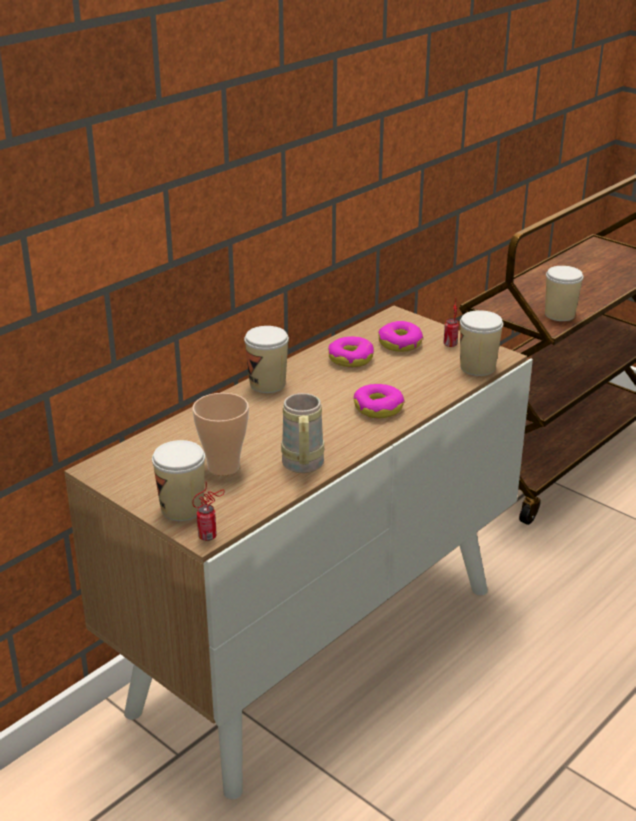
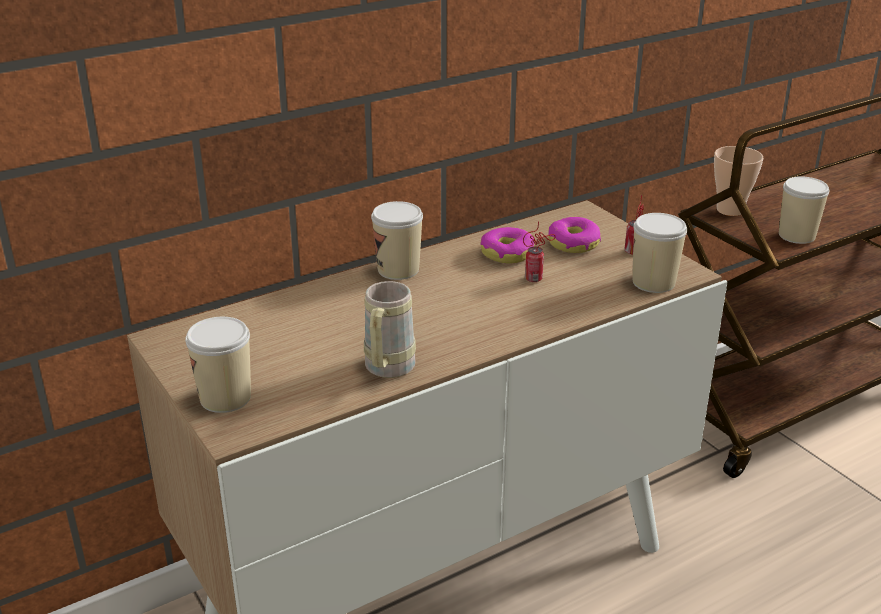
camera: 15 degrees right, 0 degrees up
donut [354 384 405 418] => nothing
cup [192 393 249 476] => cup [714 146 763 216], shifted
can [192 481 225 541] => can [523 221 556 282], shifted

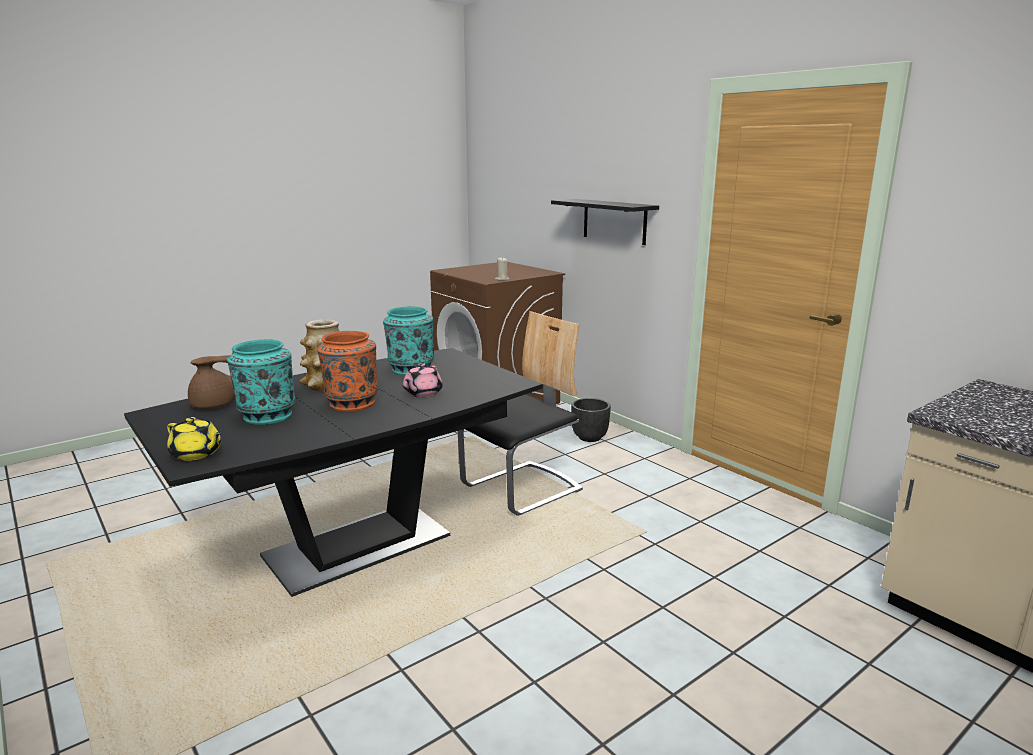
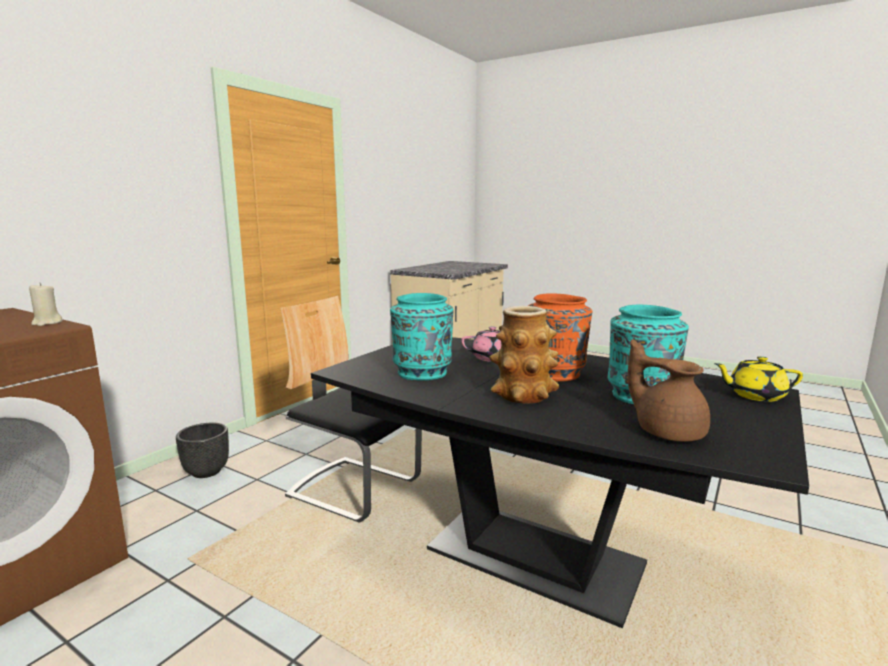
camera: 110 degrees left, 5 degrees down
black shelf [551 199 659 245] => nothing
yellow teapot [167 417 222 461] => yellow teapot [714 356 803 402], 90 degrees counterclockwise

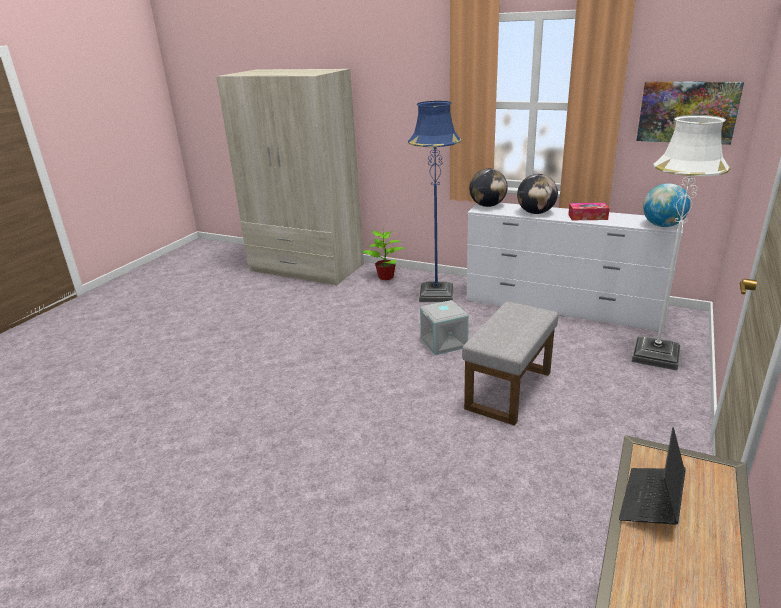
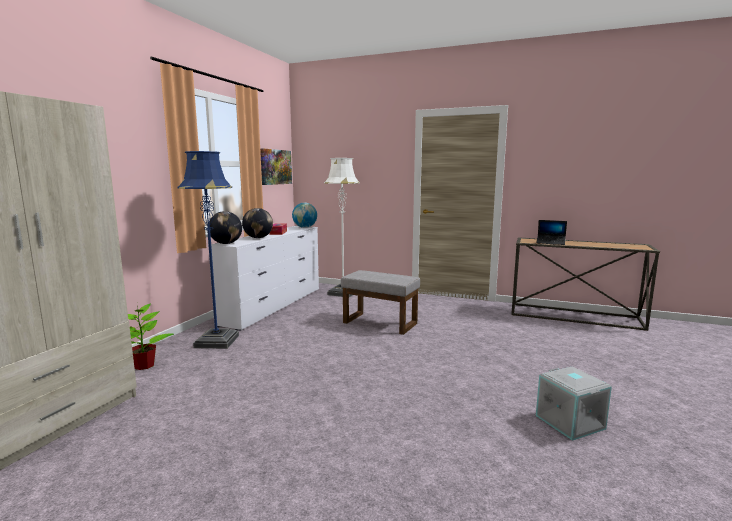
camera: 95 degrees left, 15 degrees down
grey storage box [420 300 469 355] => grey storage box [536 366 612 441], shifted

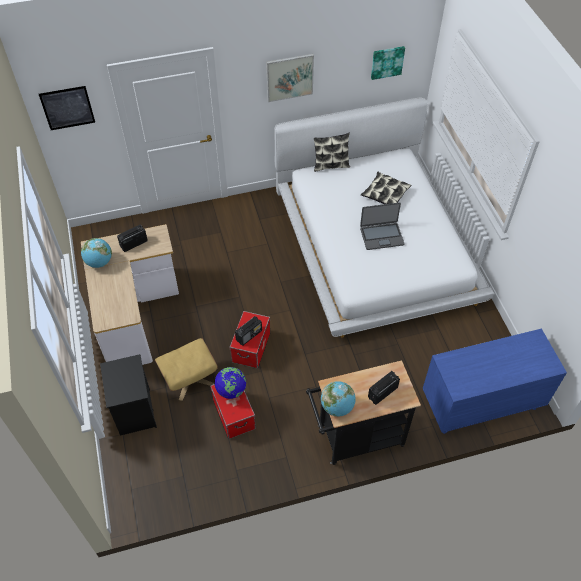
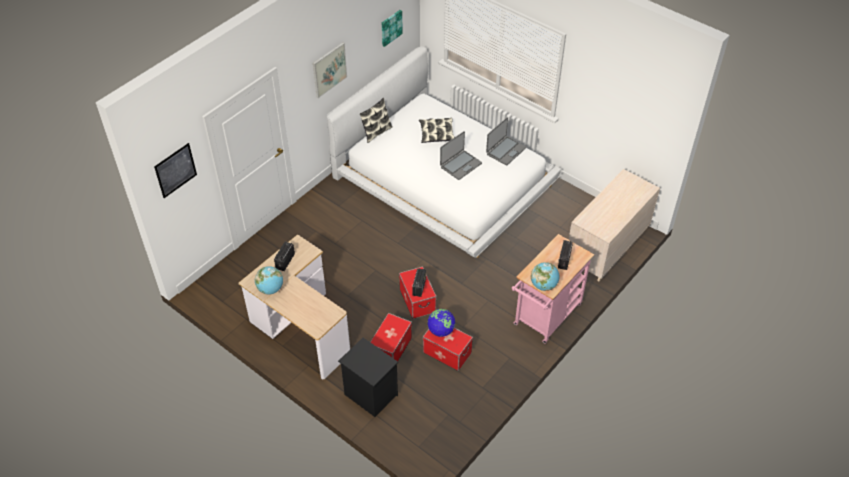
camera: 35 degrees left, 5 degrees down
blue dresser [423 329 567 434] => beige dresser [569 169 660 282]
beige ottoman [155 338 218 401] => storage box [370 313 412 361]
black cart [306 360 421 465] => pink cart [512 234 594 344]
nothing => laptop [486 117 526 165]

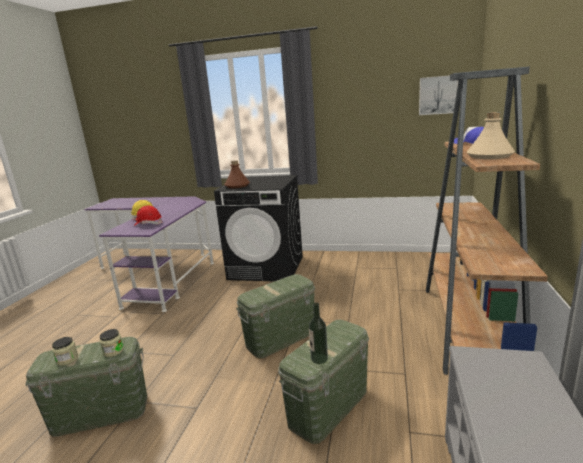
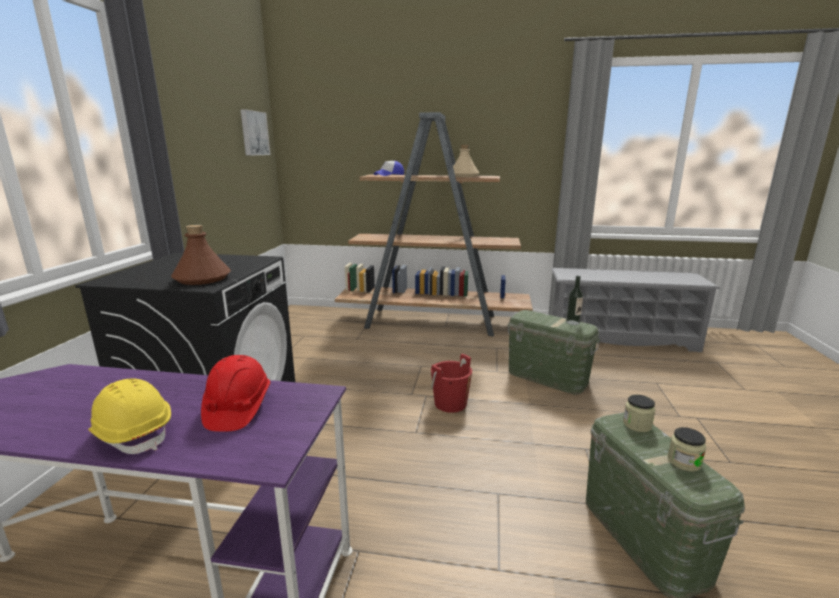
camera: 95 degrees left, 0 degrees up
green storage box [236 274 315 358] => red bucket [431 354 472 413]

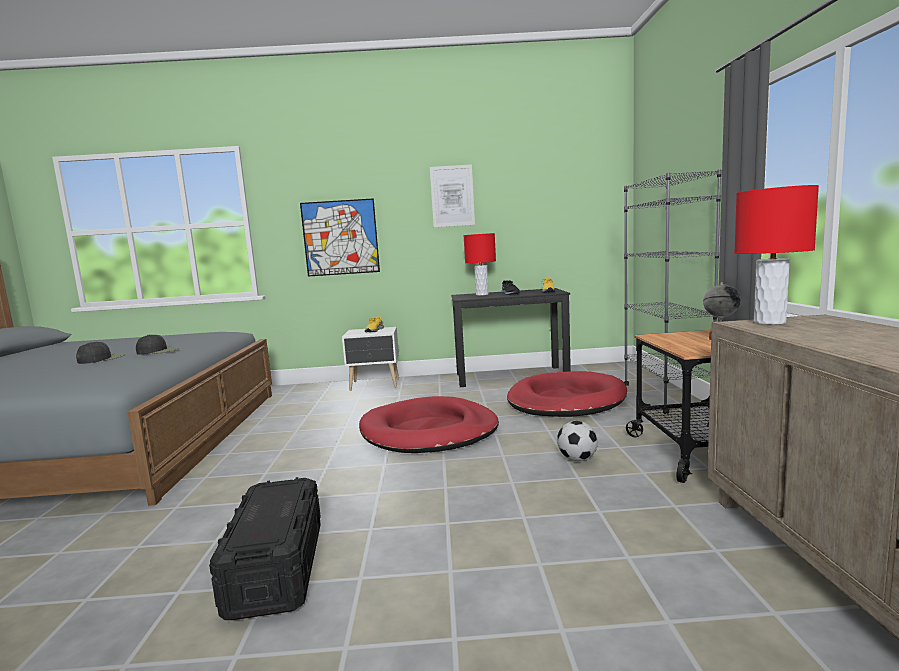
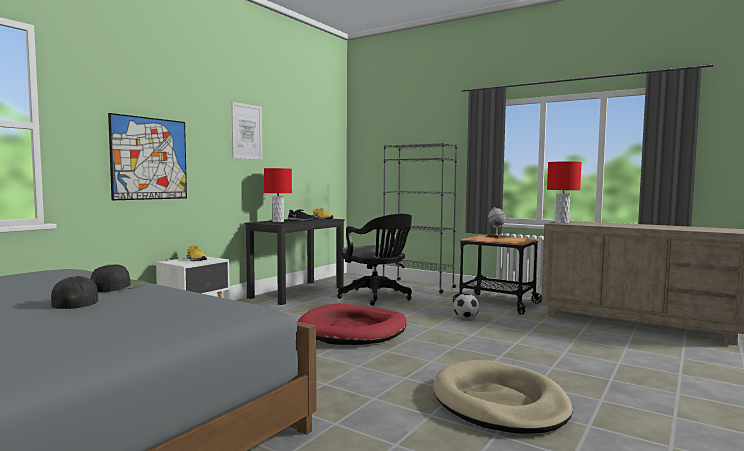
camera: 55 degrees left, 5 degrees down
red dog bed [507 371 627 417] => black office chair [337 214 412 306]
black storage box [209 477 321 620] => beige dog bed [433 360 573 434]

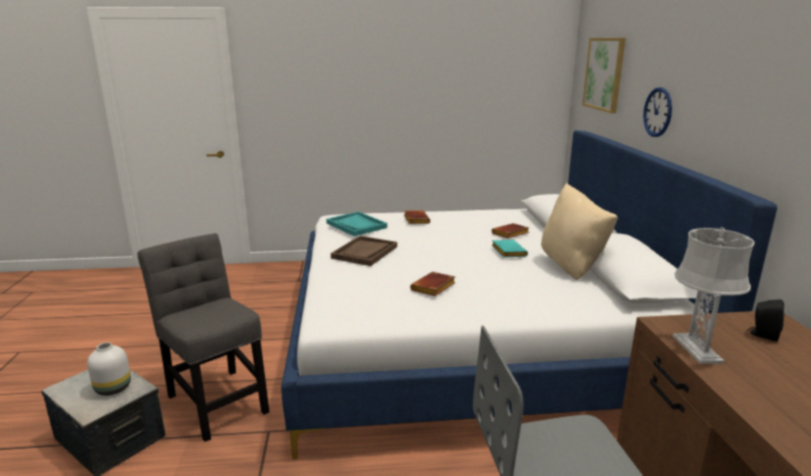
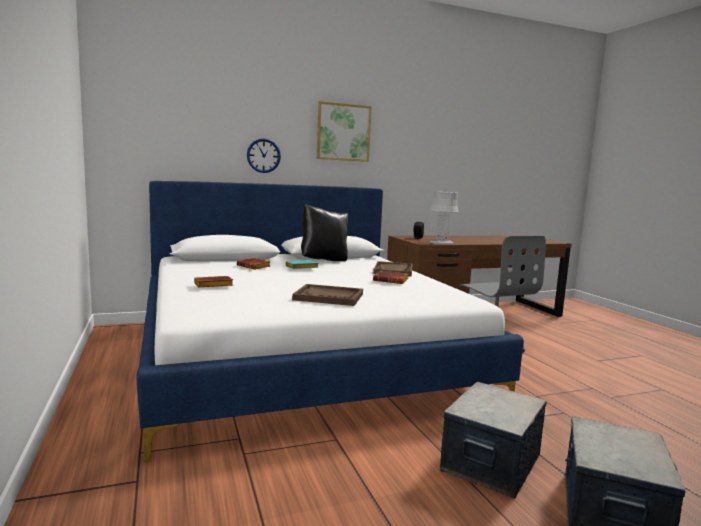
camera: 105 degrees left, 10 degrees down
picture [582 38 626 113] => picture [317 101 372 162], shifted
beige pillow [541 183 618 280] => black pillow [301 204 348 261]
turquoise tray [326 212 387 236] => nothing
grey chair [138 233 269 442] => storage box [440 382 547 499]
white vase [87 342 131 396] => nothing
nothing => brown tray [373 261 413 277]

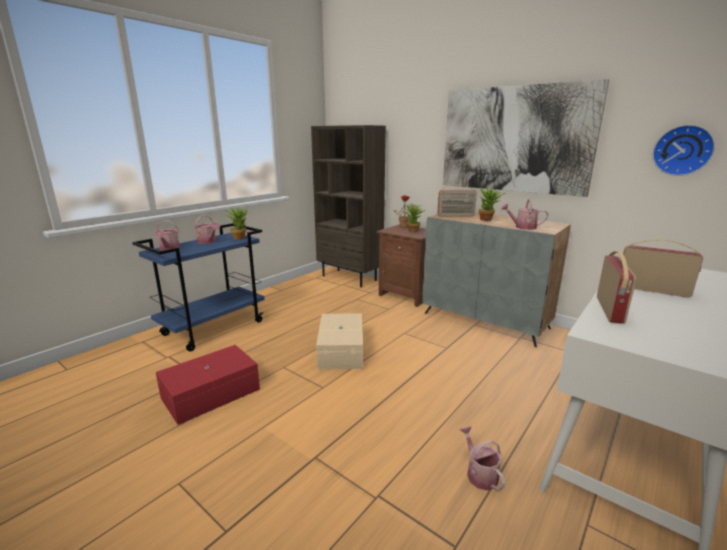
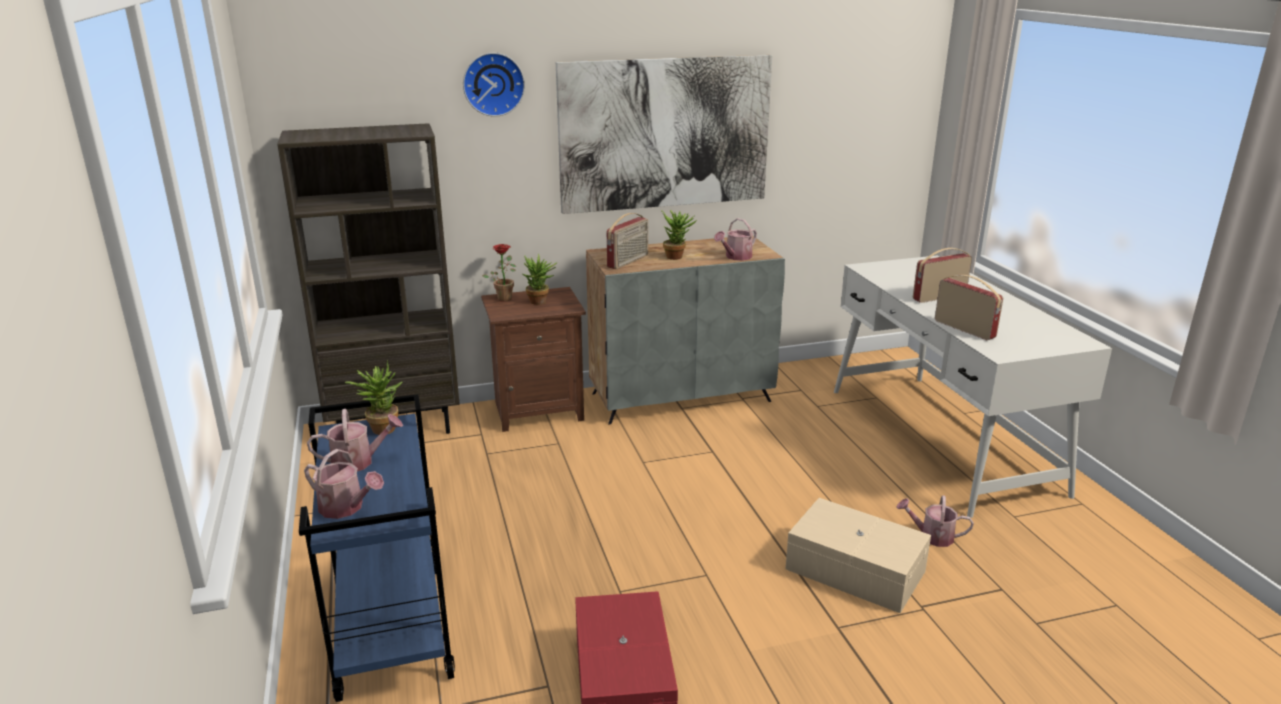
camera: 55 degrees left, 5 degrees up
wall clock [653 125 715 176] => wall clock [463 53 525 117], shifted
beige storage box [316 313 363 370] => beige storage box [785 498 931 613], shifted

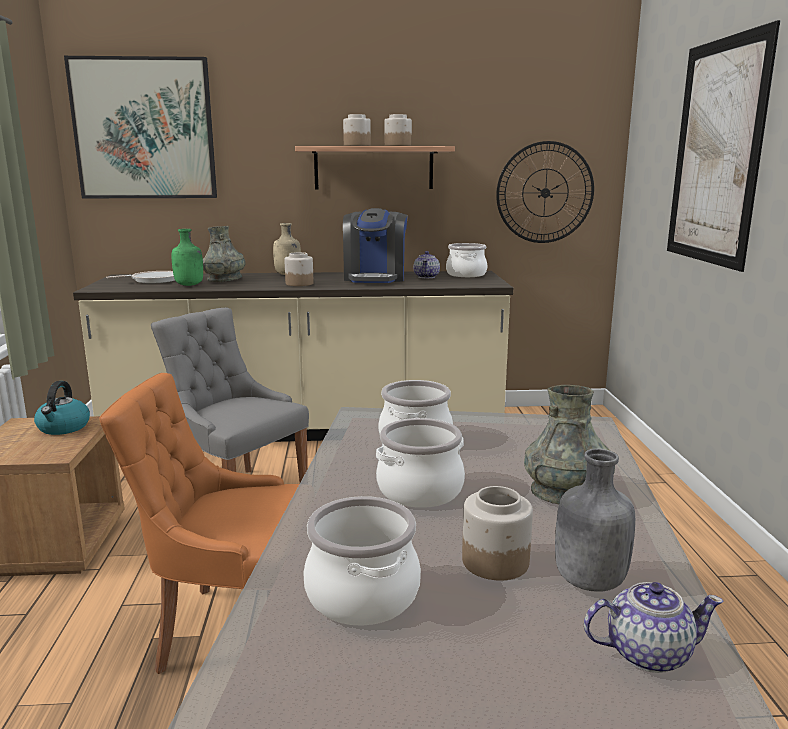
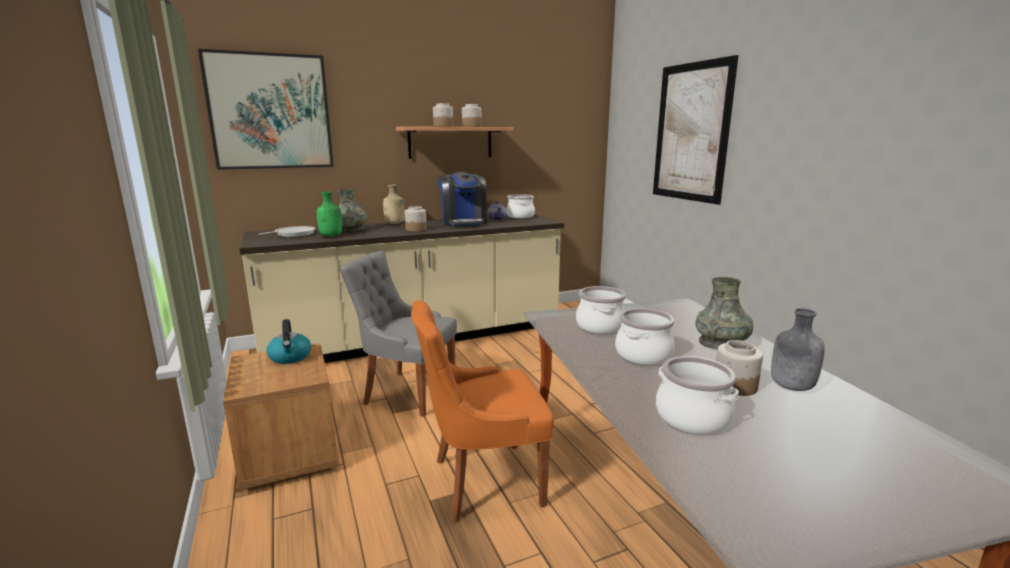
camera: 20 degrees left, 0 degrees up
wall clock [496 141 594 243] => nothing
teapot [584 582 724 673] => nothing

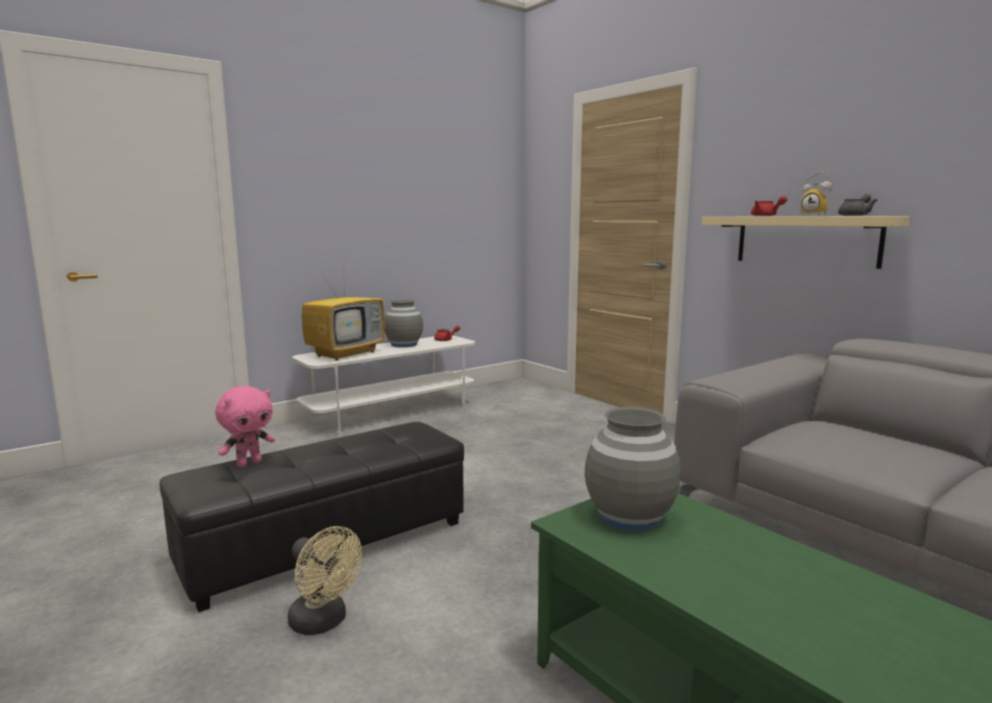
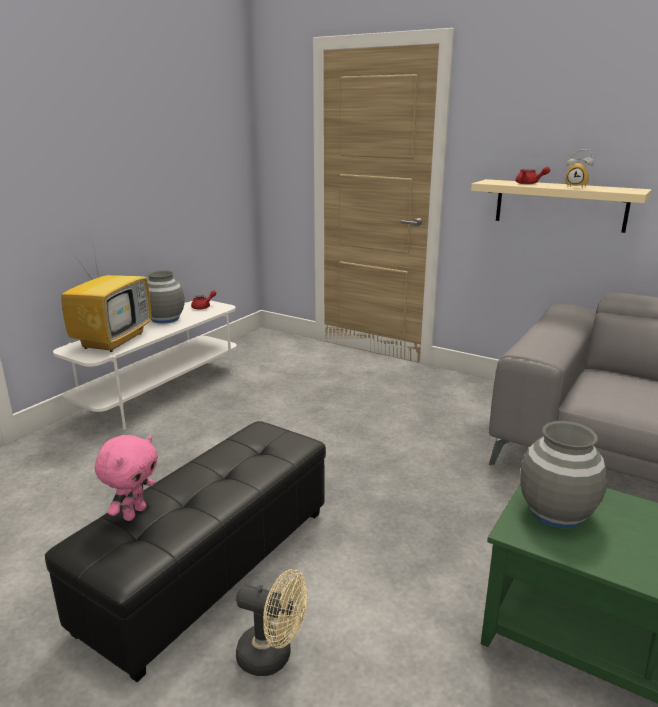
camera: 20 degrees left, 10 degrees up
grey teapot [838 194 877 216] => nothing

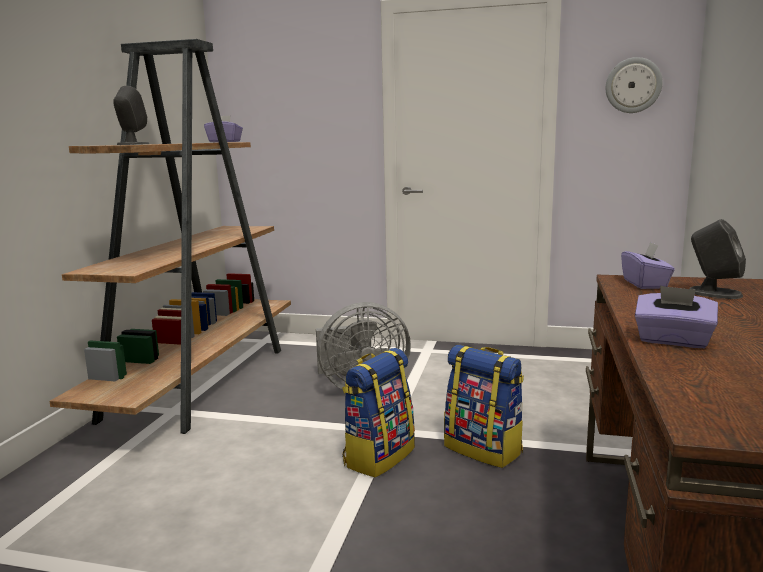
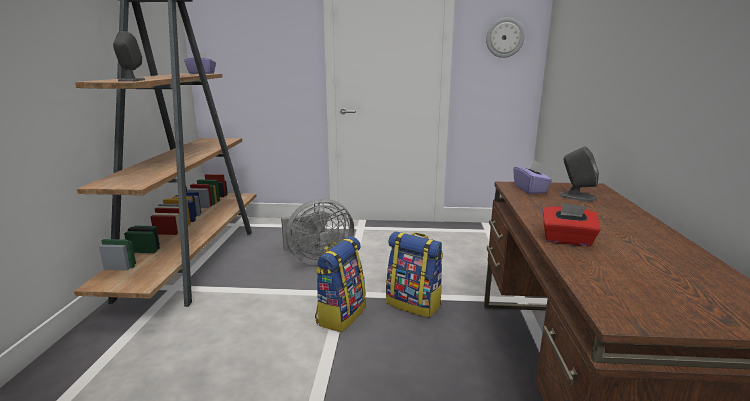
camera: 10 degrees left, 5 degrees up
purple tissue box [635 285 718 348] => red tissue box [542 203 601 246]

